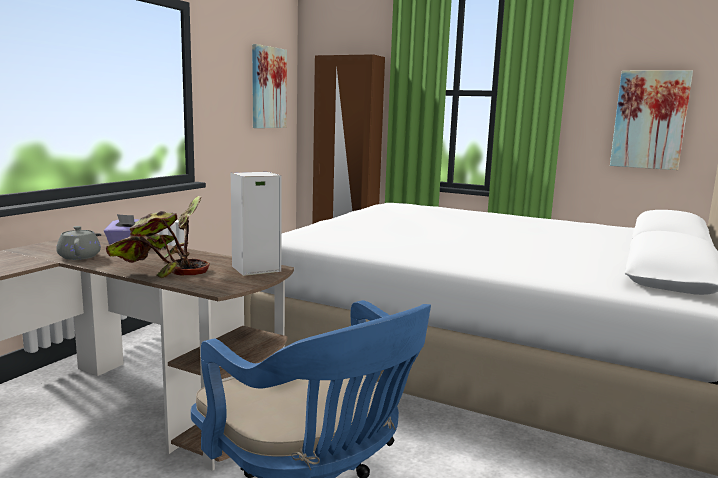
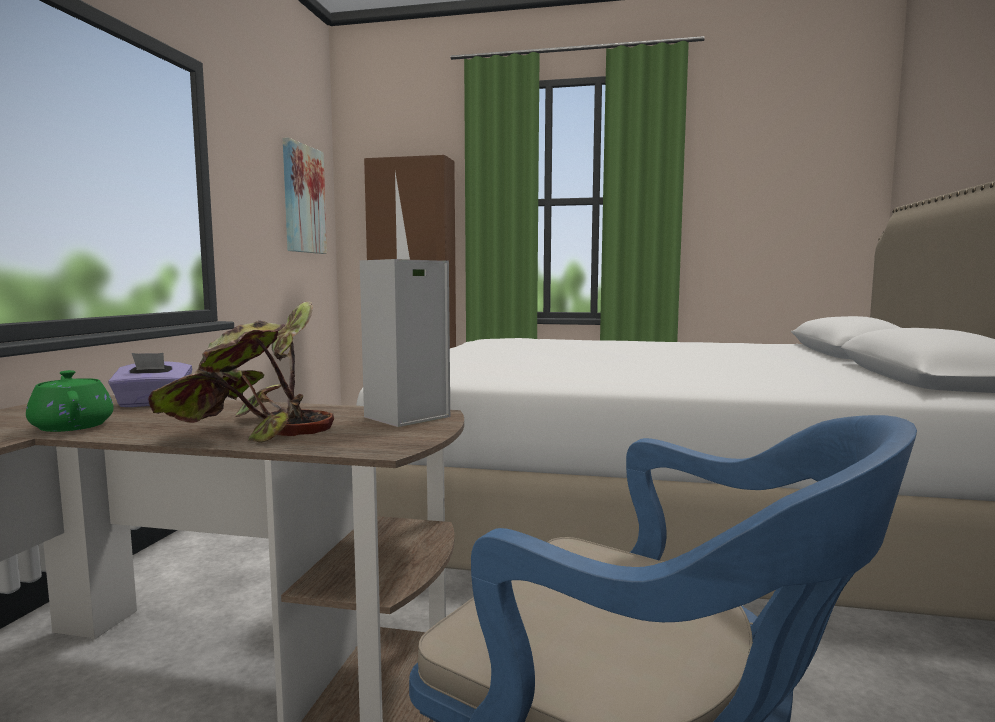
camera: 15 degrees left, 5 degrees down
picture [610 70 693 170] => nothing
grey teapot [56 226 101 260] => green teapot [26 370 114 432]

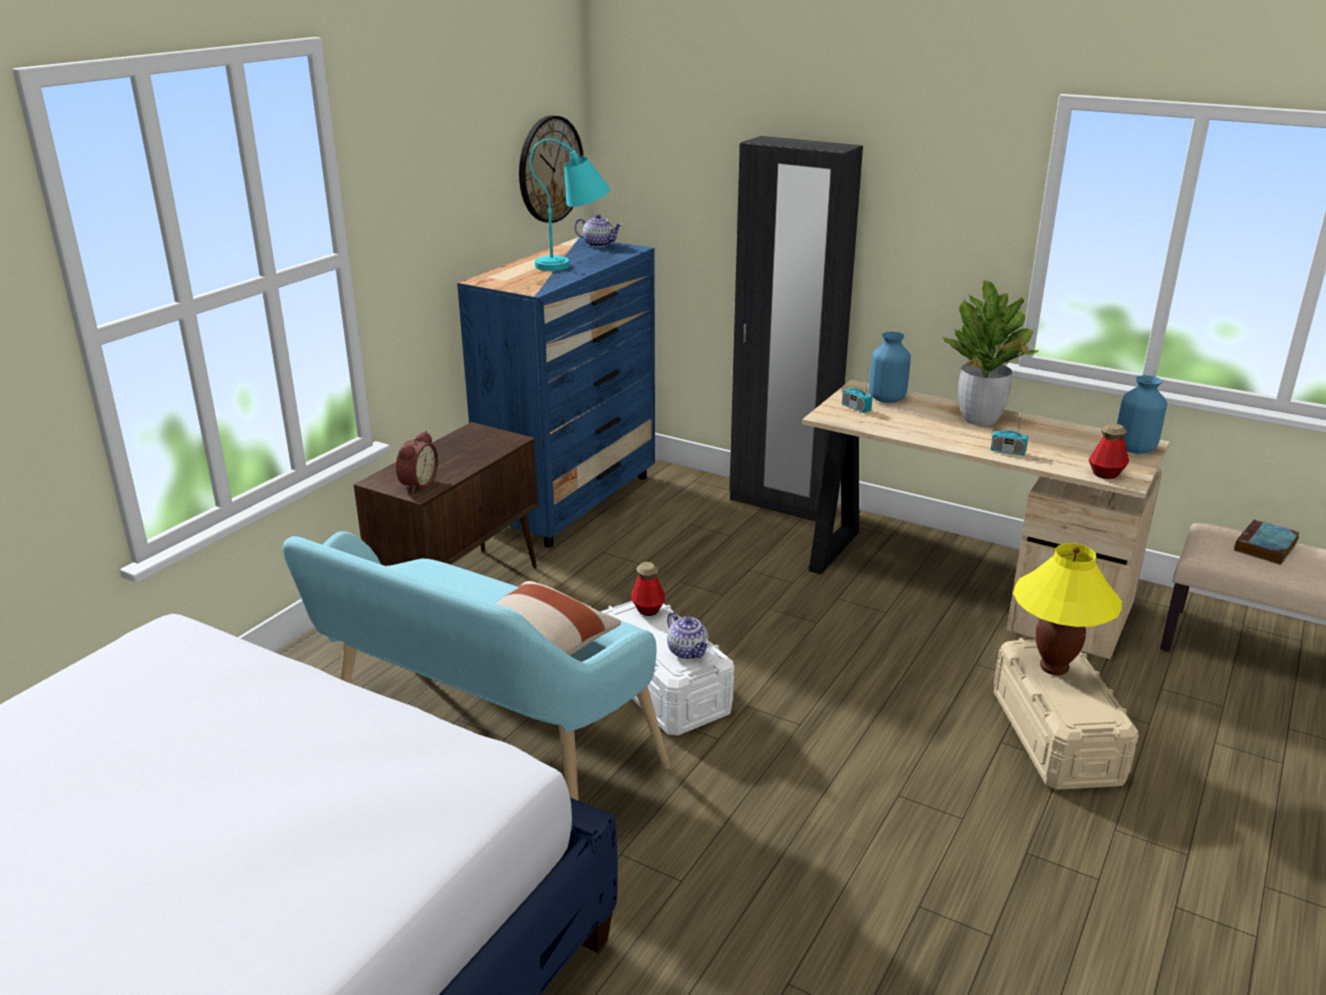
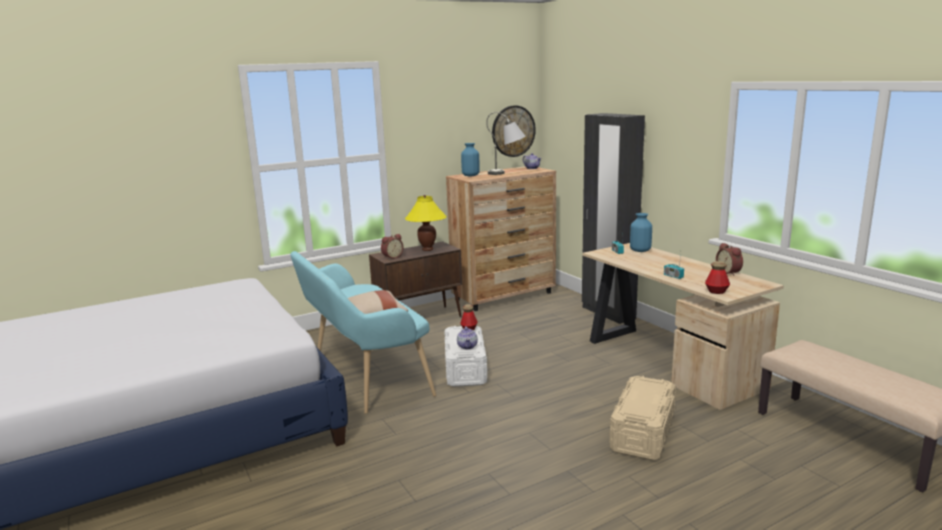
camera: 30 degrees right, 10 degrees down
turquoise table lamp [530 138 610 271] => grey table lamp [486 112 526 175]
blue dresser [457 237 655 548] => brown dresser [446 166 556 311]
potted plant [942 280 1039 426] => nothing
blue vase [1117 375 1167 454] => blue vase [461 143 480 176], shifted
book [1234 519 1300 565] => nothing
yellow table lamp [1013 543 1123 675] => yellow table lamp [405 195 447 251], shifted
nothing => alarm clock [716 243 743 276]

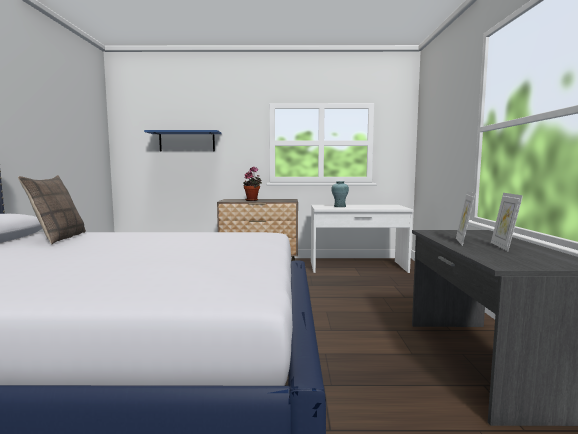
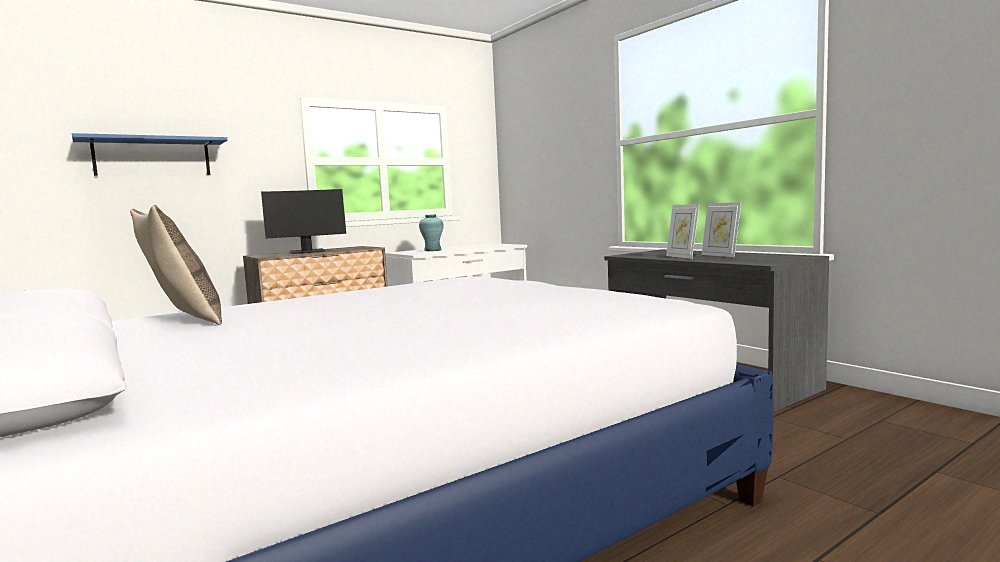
camera: 35 degrees left, 0 degrees up
potted plant [243 166 262 201] => monitor [261 189 346 254]

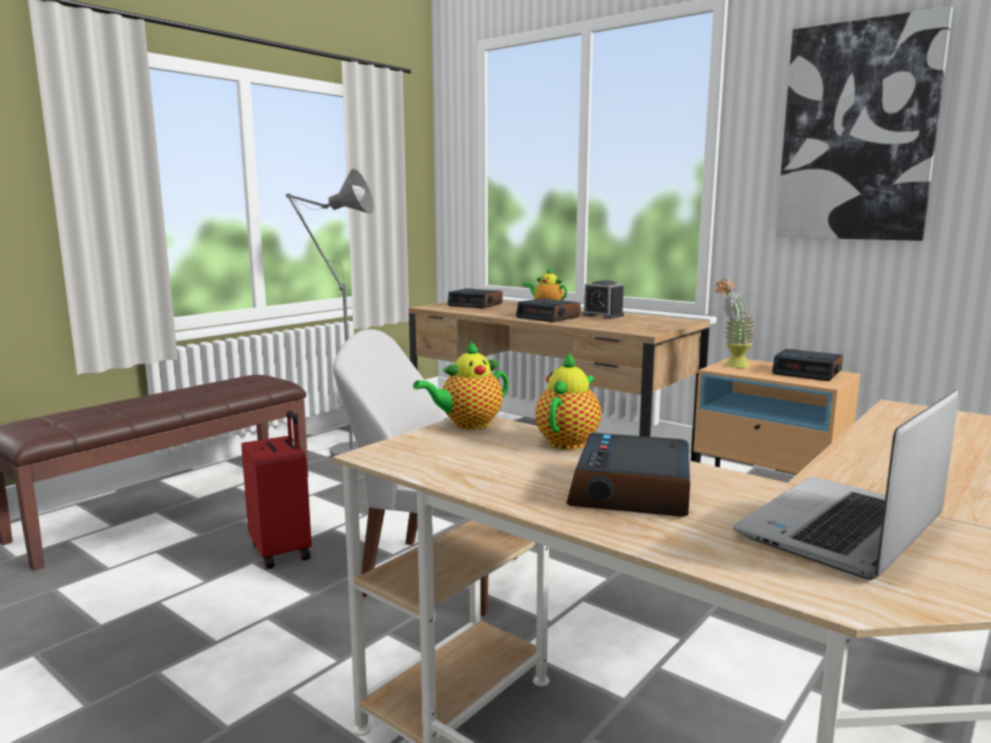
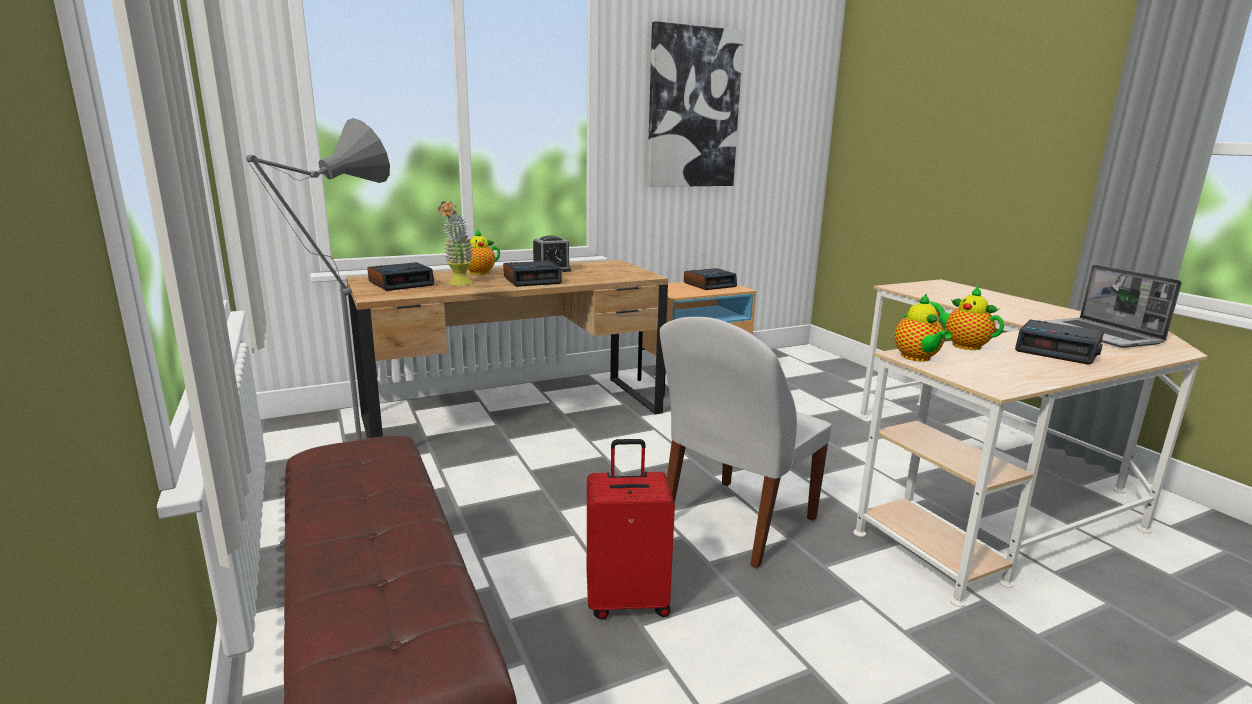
camera: 65 degrees left, 5 degrees up
potted plant [716 279 755 368] => potted plant [438 201 474 286], shifted

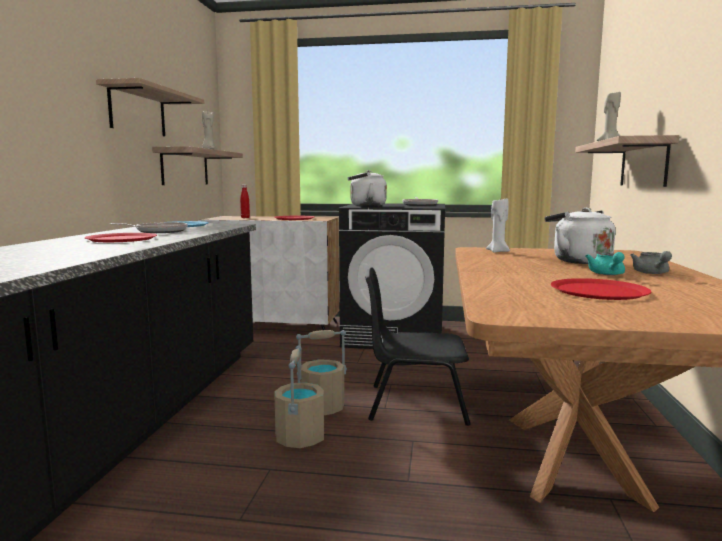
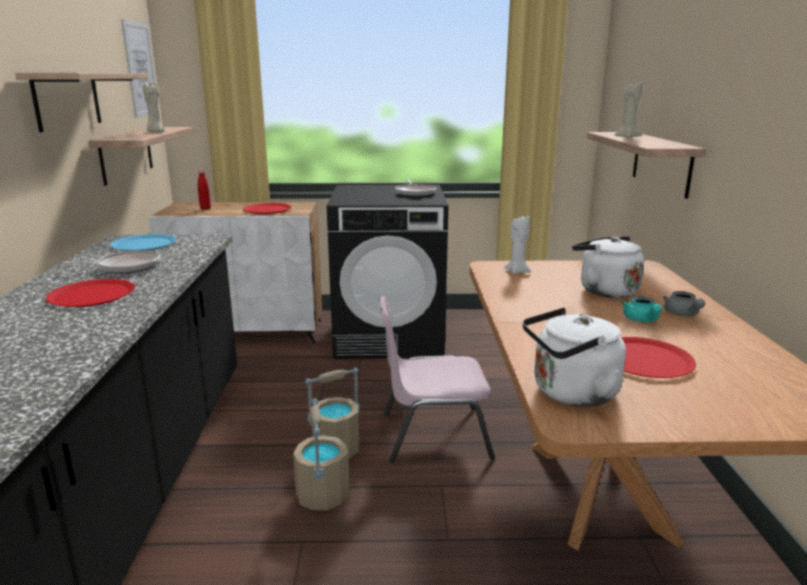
camera: 10 degrees left, 10 degrees up
white kettle [347 170 387 206] => white kettle [522 307 626 407], shifted
black chair [366 267 471 426] => pink chair [379 296 495 463]
nothing => picture [121 19 160 118]

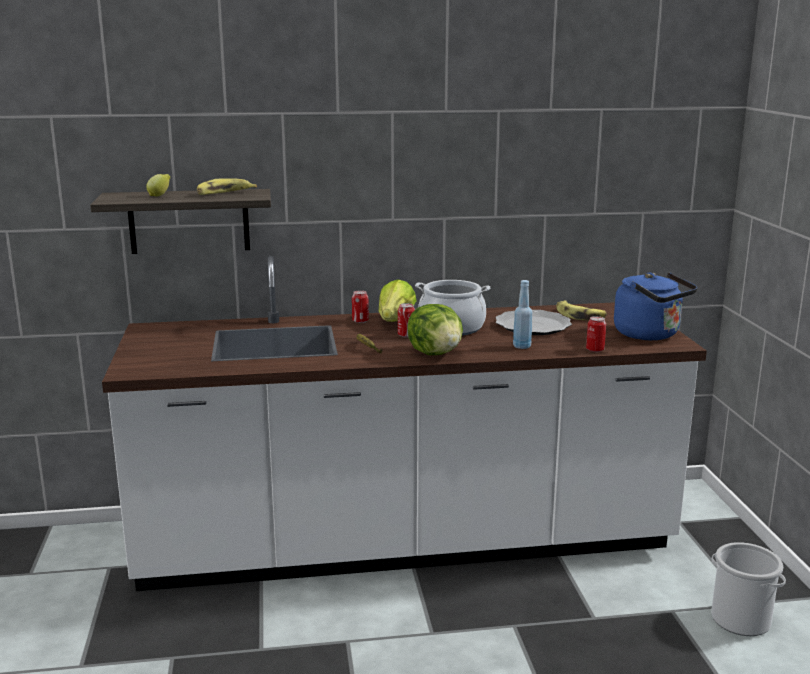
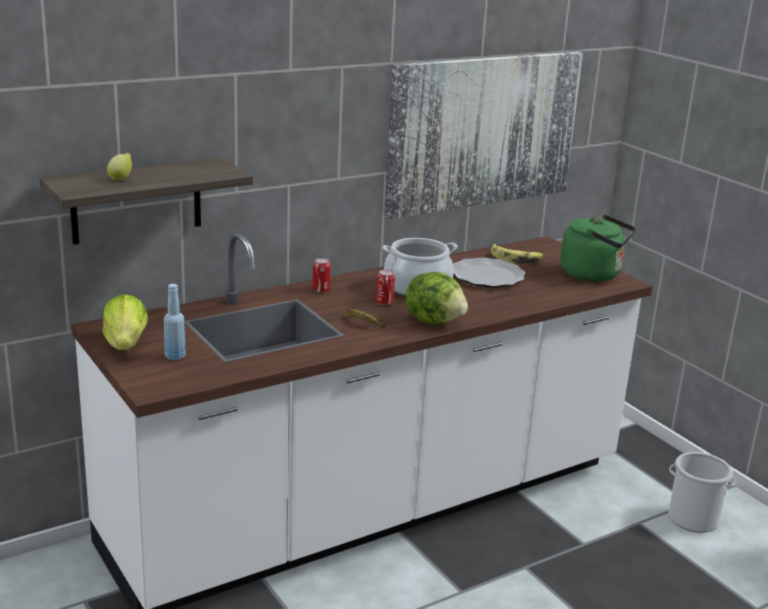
camera: 25 degrees left, 5 degrees up
banana [197 178 257 195] => nothing
blue kettle [614 272 697 340] => green kettle [560 214 636 282]
lettuce [379 279 417 322] => lettuce [103 294 148 350], shifted
blue bottle [513 280 532 349] => blue bottle [164 284 186 360], shifted
can [586 316 606 352] => nothing
nothing => picture [384 52 583 219]

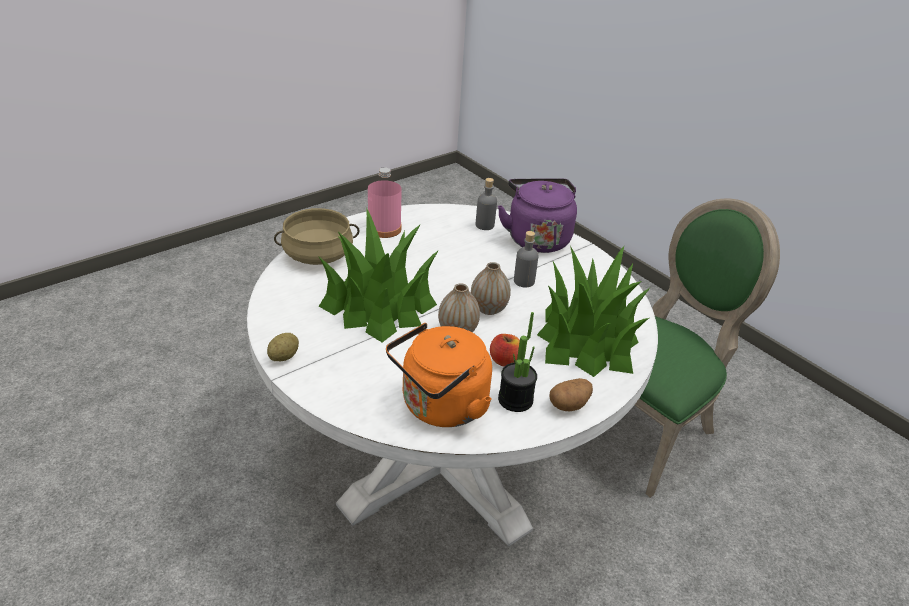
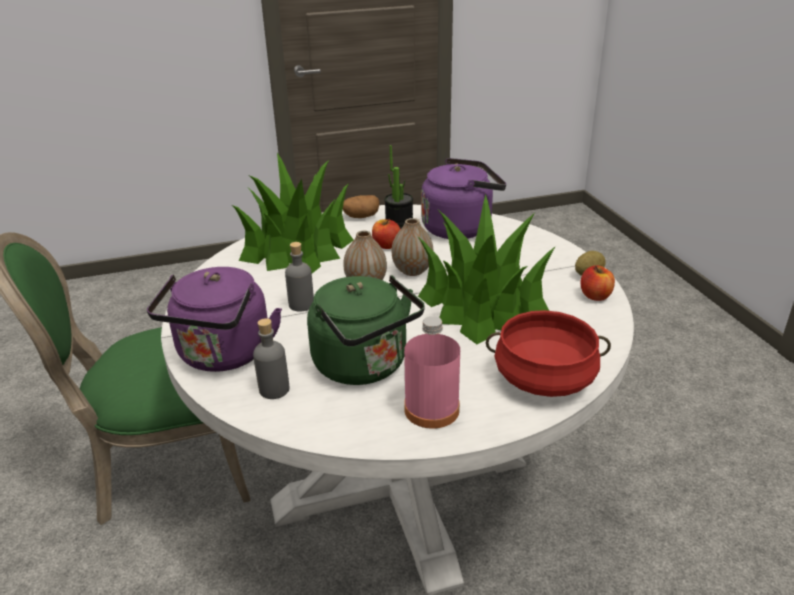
camera: 155 degrees left, 5 degrees down
beige cooking pot [274 208 359 265] => red cooking pot [486 310 611 397]
orange kettle [386 323 492 427] => purple kettle [421 158 506 239]
nothing => apple [581 265 615 301]
nothing => green kettle [307 275 425 385]

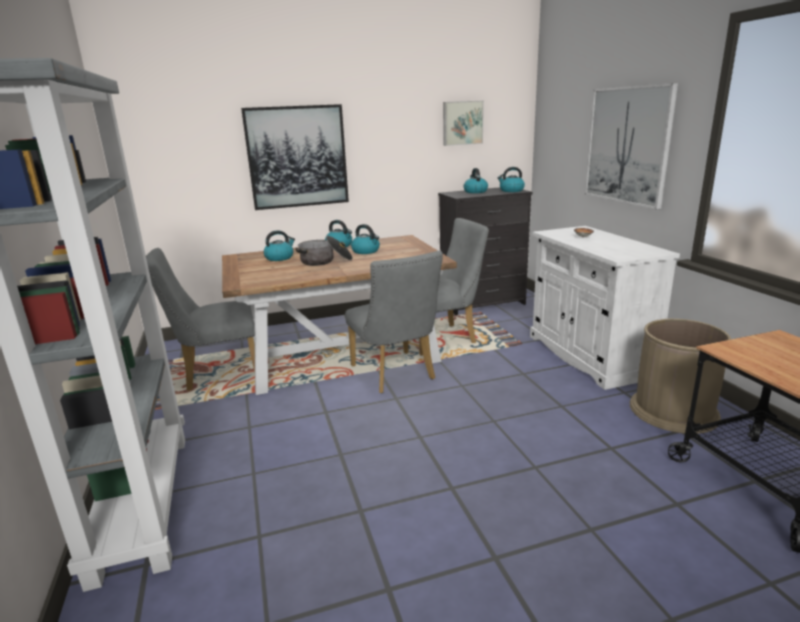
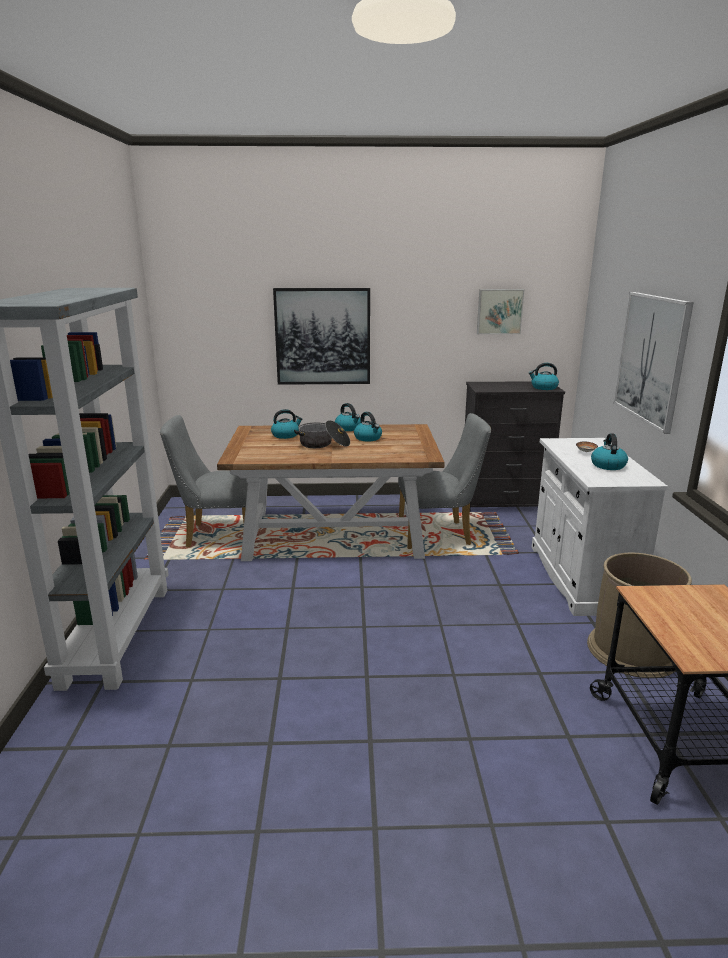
camera: 15 degrees right, 0 degrees up
kettle [464 168 488 193] => kettle [591 433 628 470], shifted
grey chair [345 251 443 393] => nothing

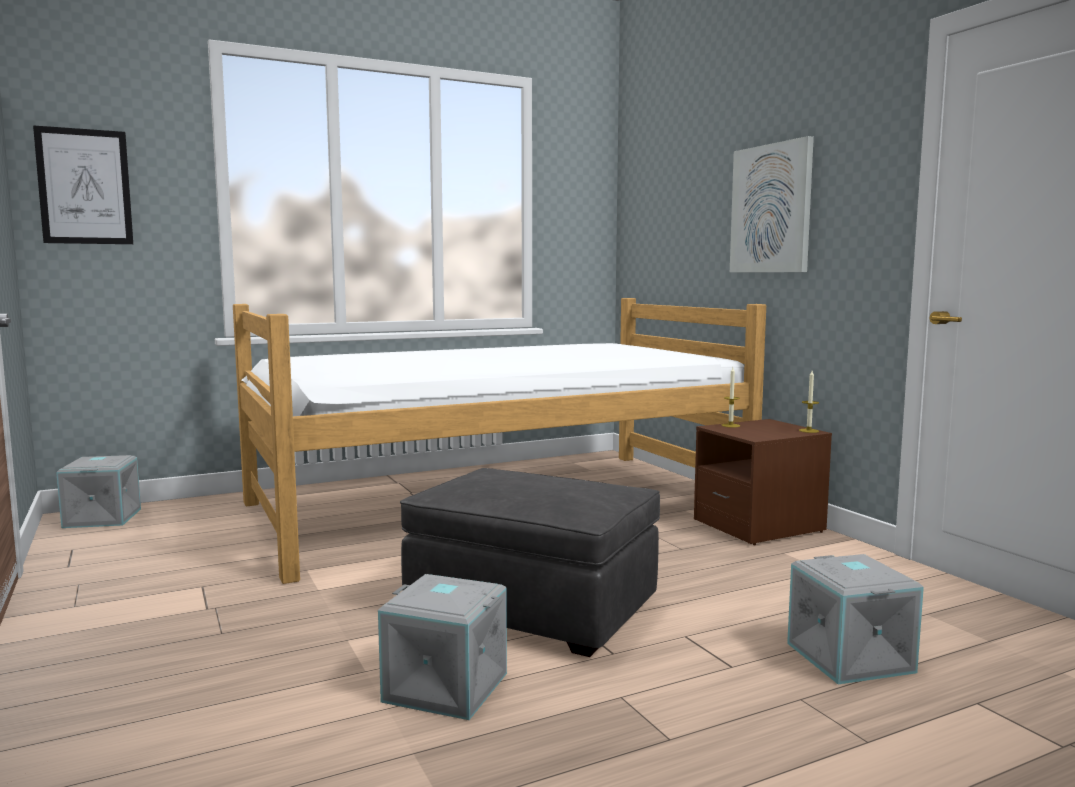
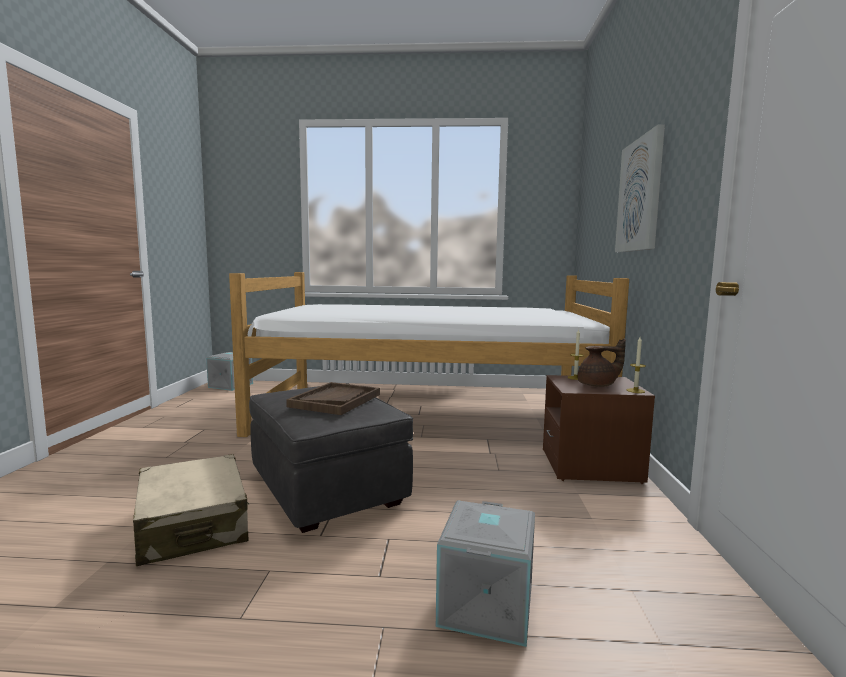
camera: 30 degrees right, 0 degrees up
picture [33 125 133 244] => nothing
grey storage box [378 574 507 720] => beige suitcase [133 454 249 566]
nothing => brown teapot [578 339 626 387]
nothing => brown tray [286 382 380 415]

